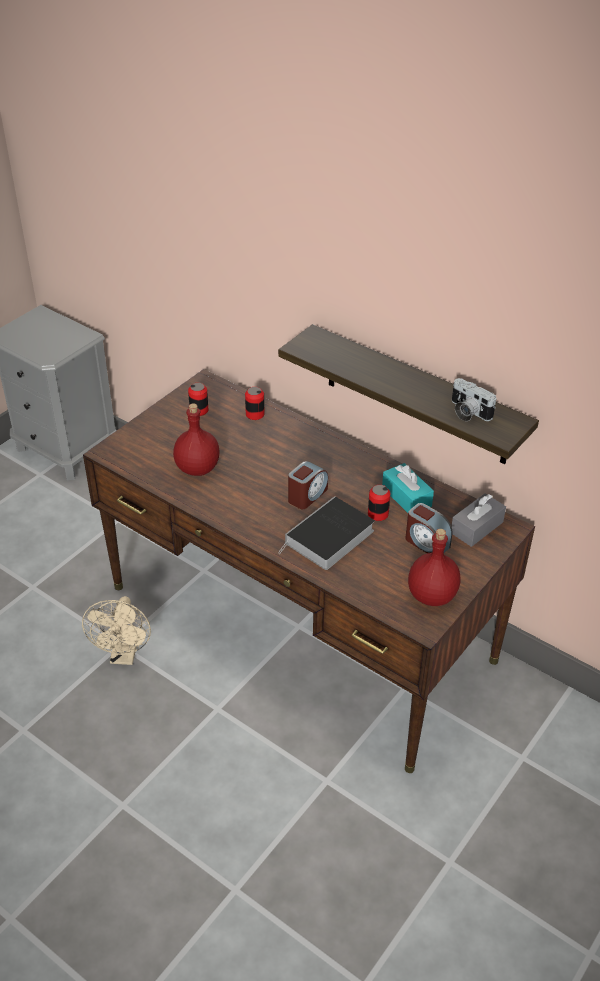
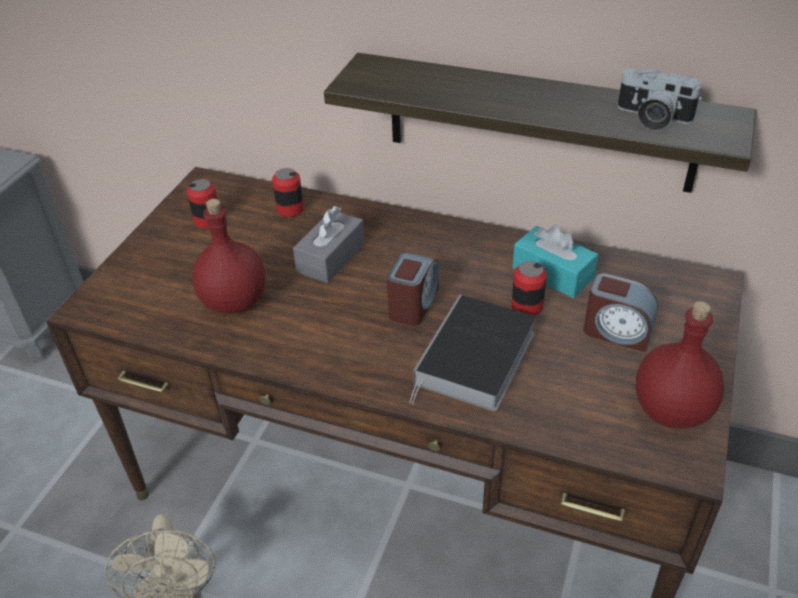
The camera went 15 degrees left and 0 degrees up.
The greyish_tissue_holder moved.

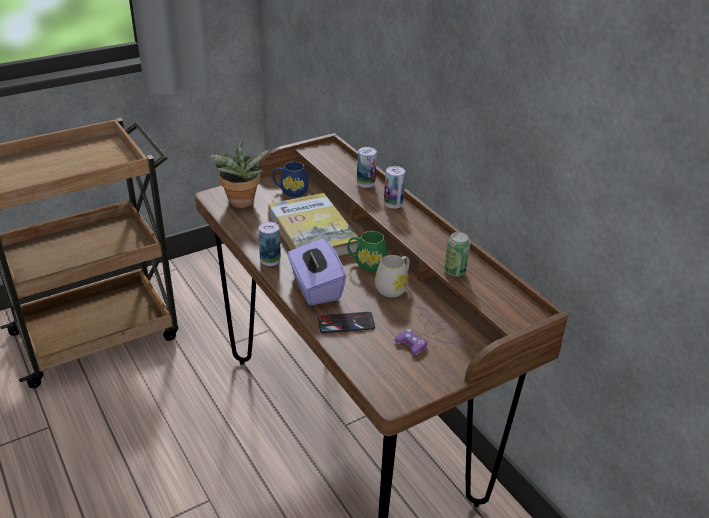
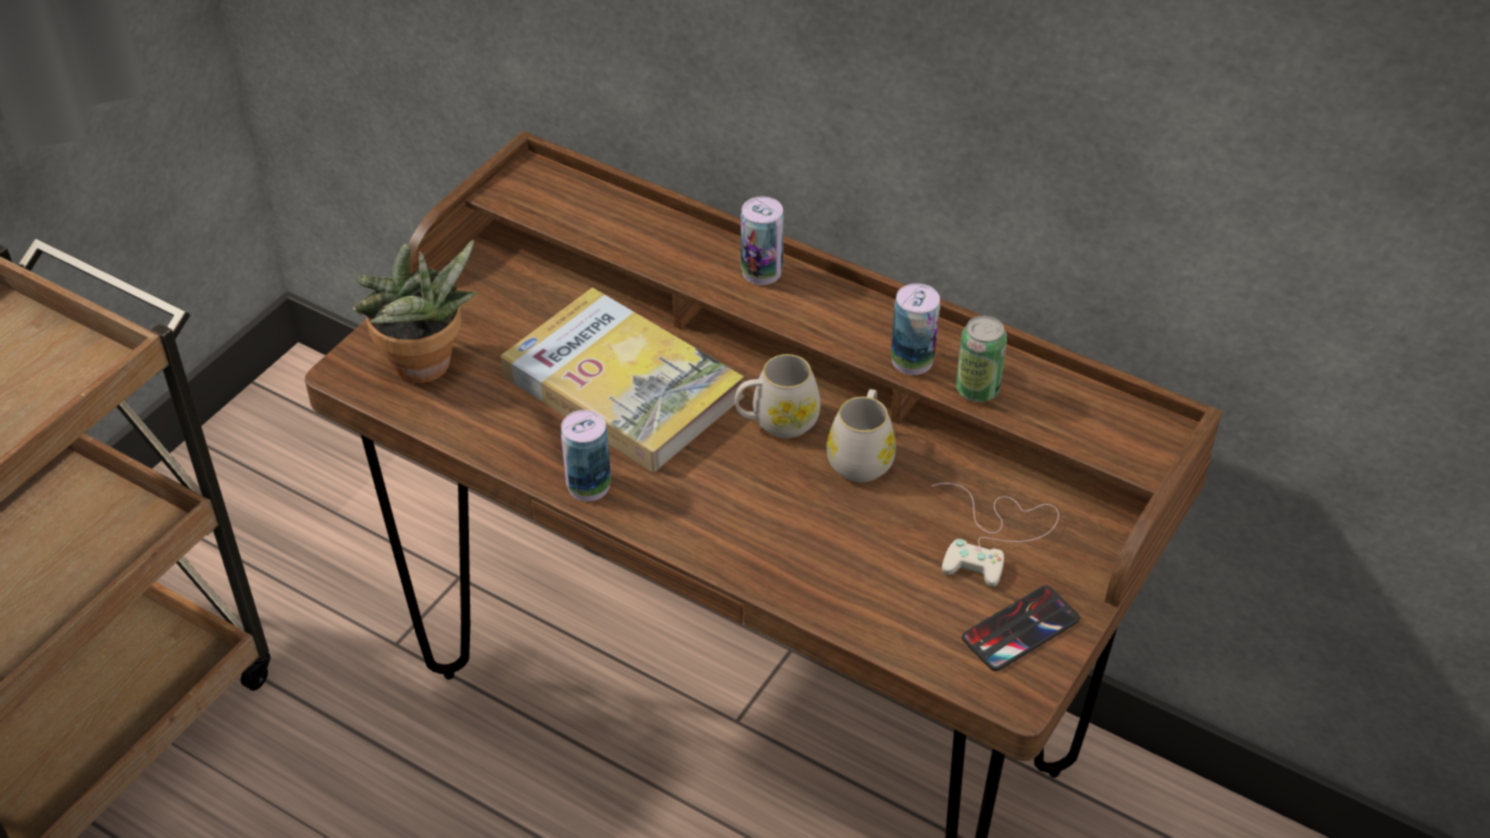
The camera went 25 degrees left and 10 degrees up.
The can (2nd from left in the first image) moved.
The blue_tea_mug disappeared.
The green_tea_mug became the white_tea_mug (1st from left).
The purple_tissue_holder disappeared.
The purple_joypad became the white_joypad.
The handset moved.

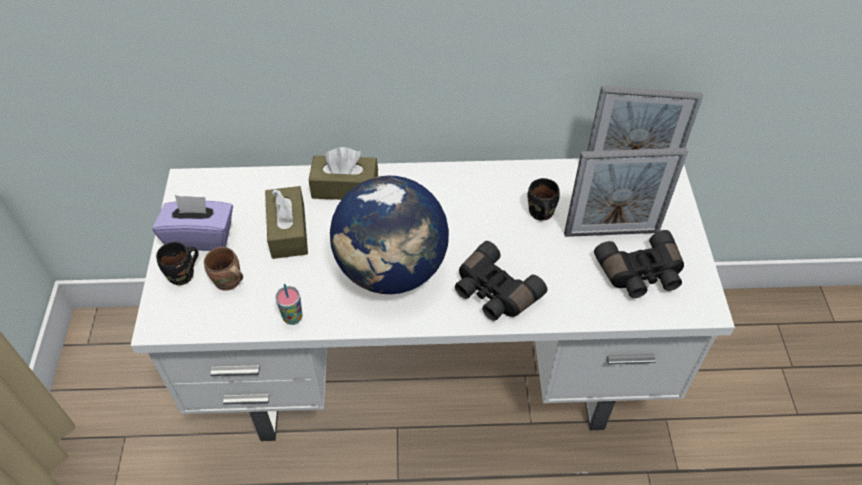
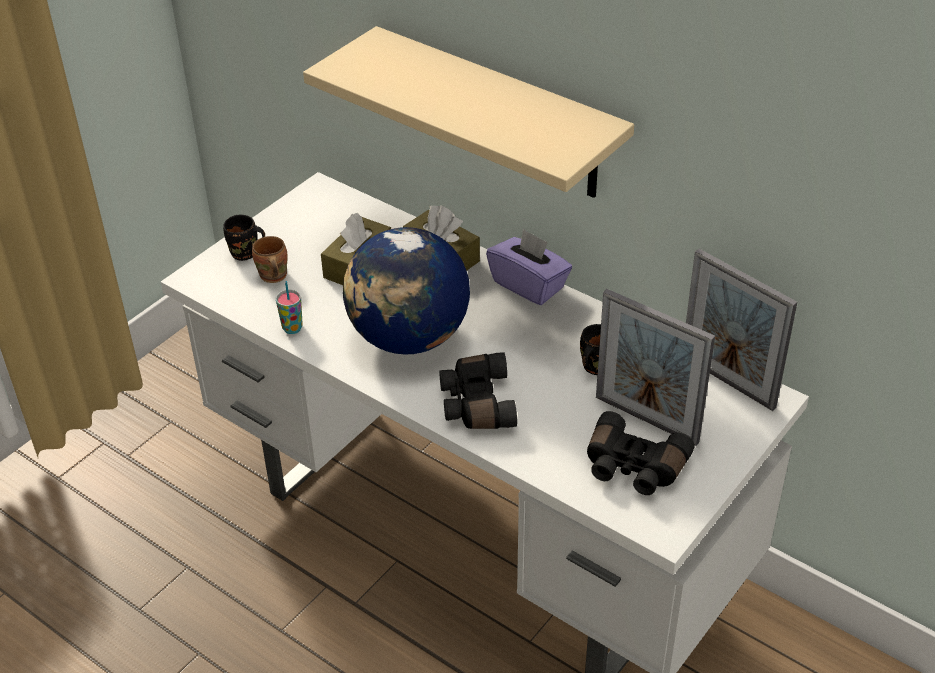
The camera went 40 degrees right and 10 degrees down.
The purple_tissue_holder moved.
The sand-coloured_shelf appeared.

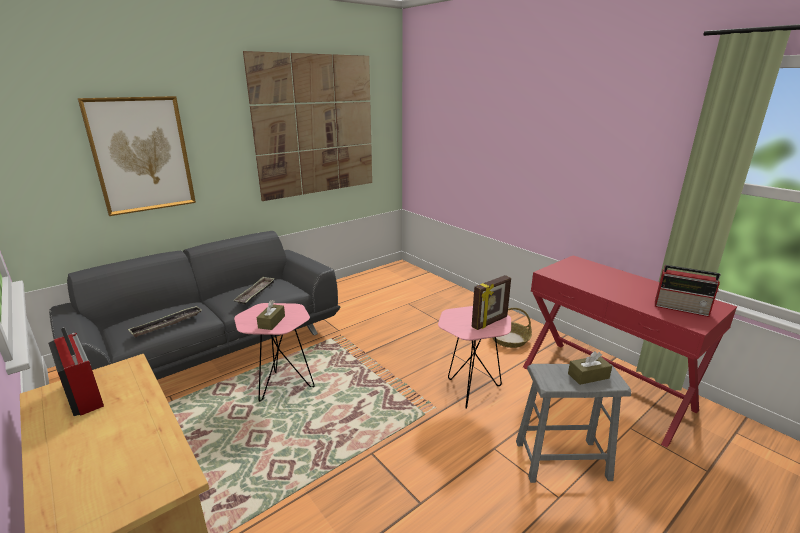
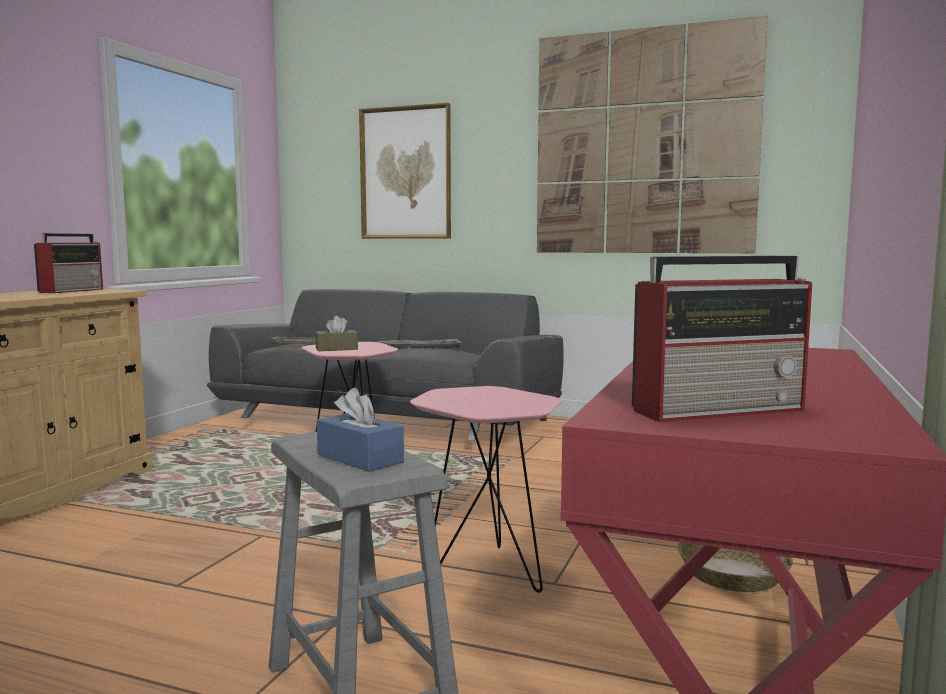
The camera went 60 degrees right and 15 degrees down.
The radio (2nd from left) turned 105 degrees counterclockwise.
The standing_frame disappeared.
The brownish_tissue_holder (2nd from left) became the blue_tissue_holder.

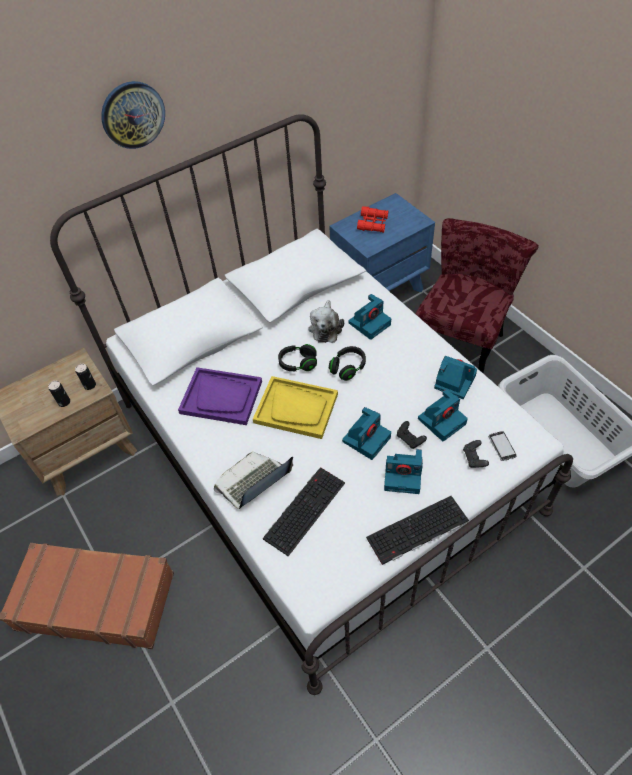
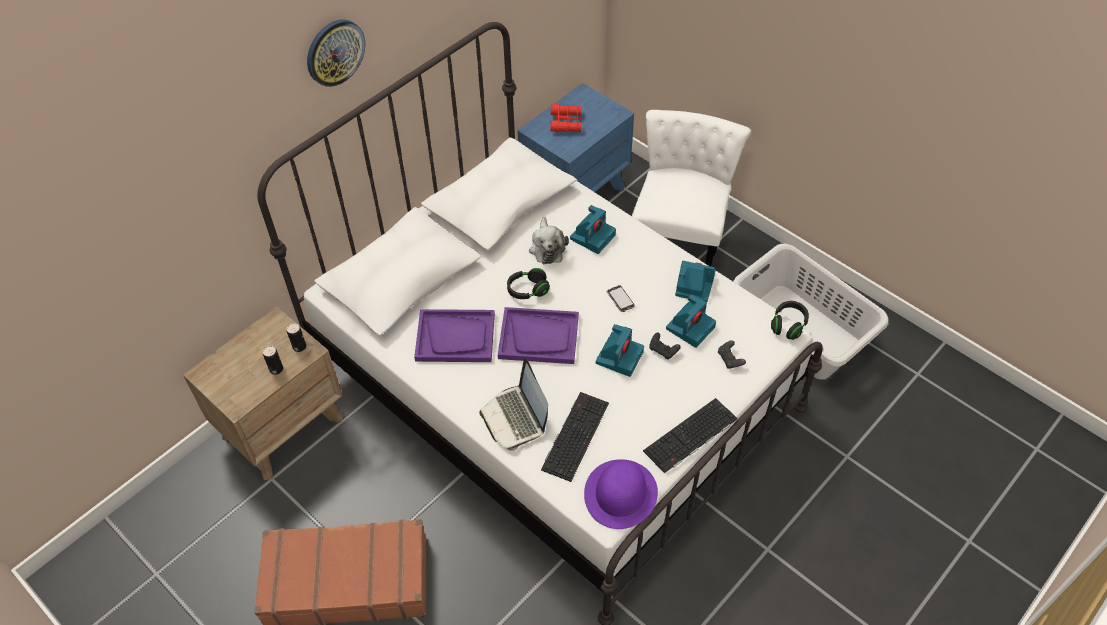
The camera went 15 degrees left and 0 degrees up.
The red_plain_chair became the white_plain_chair.
The blackish_pair_of_headphones (2nd from left) moved.
The yellowish_tray became the purple_tray (2nd from left).
The handset moved.
The still_camera (3rd from left) disappeared.
The notebook_computer turned 60 degrees counterclockwise.
The purple_clothing_hat appeared.

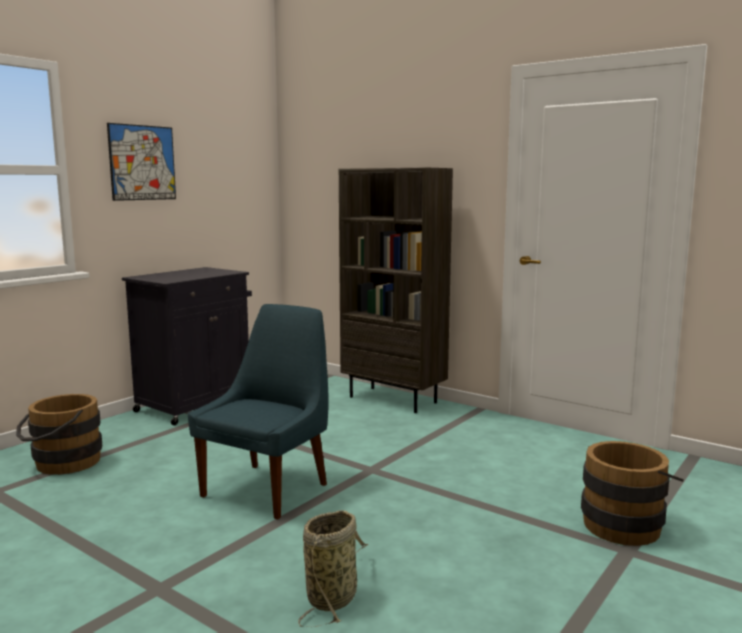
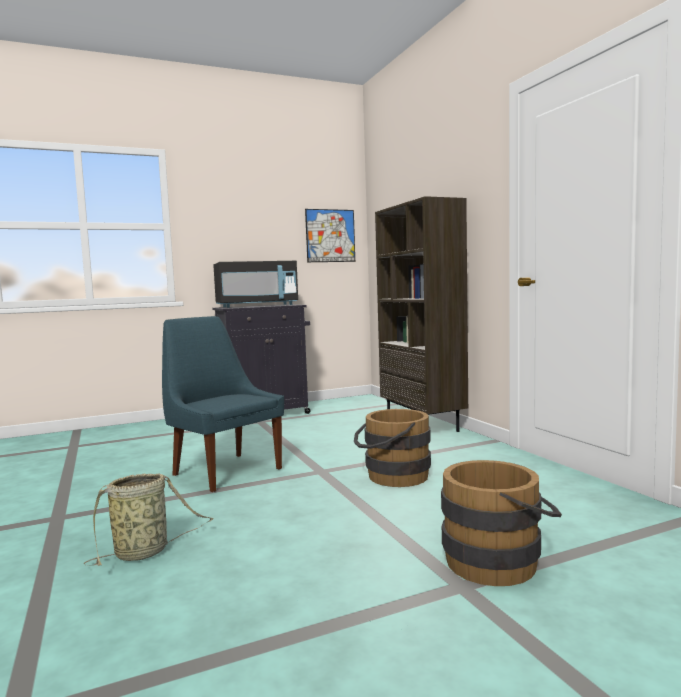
The camera went 30 degrees right and 5 degrees down.
The wall_art moved.
The blue_plain_chair turned 105 degrees counterclockwise.
The brownish_pail (1st from left) moved.
The blackish_microwave_oven appeared.

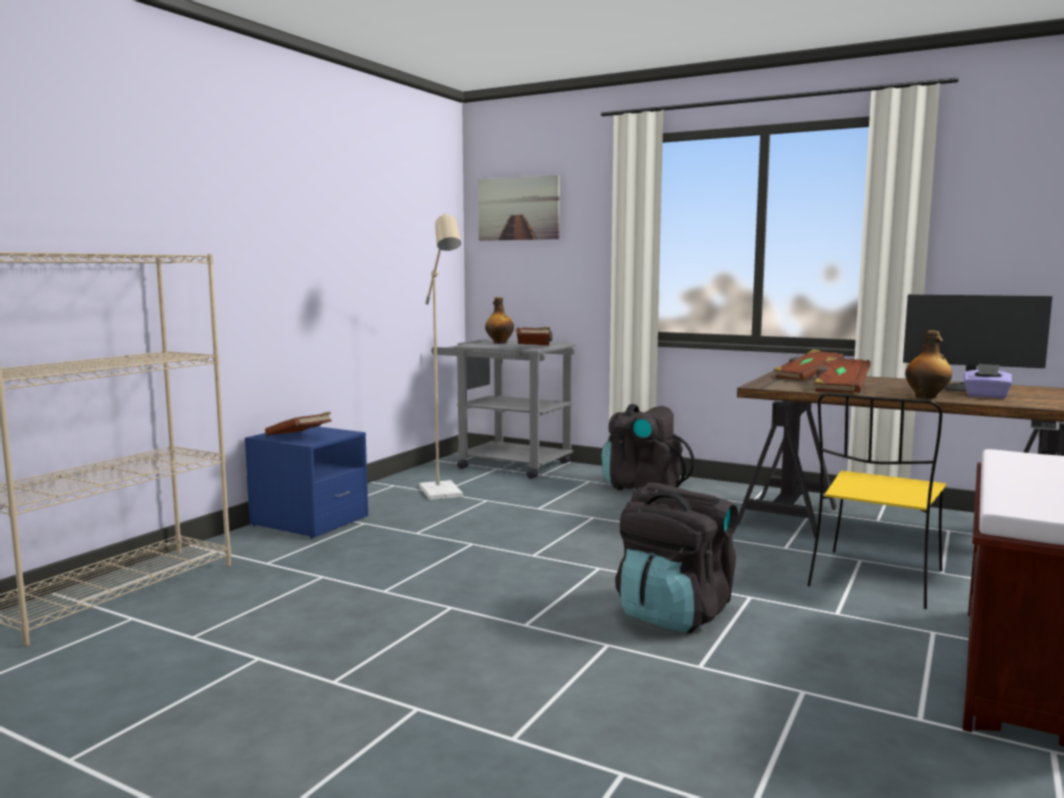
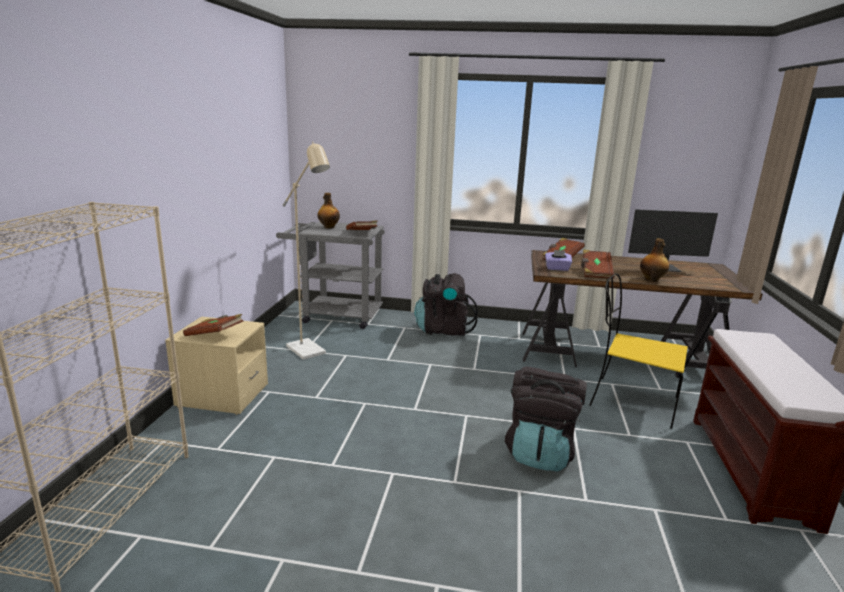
The camera went 20 degrees left and 10 degrees up.
The wall_art disappeared.
The purple_tissue_holder moved.
The yellowish_plain_chair turned 105 degrees clockwise.
The blue_night_table became the sand-coloured_night_table.

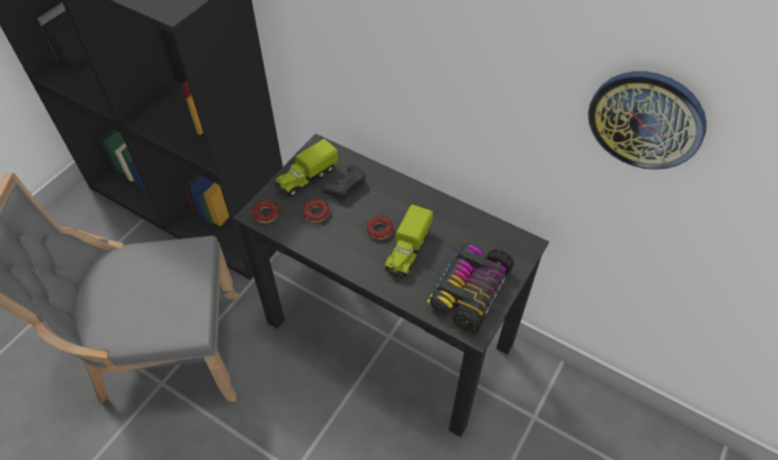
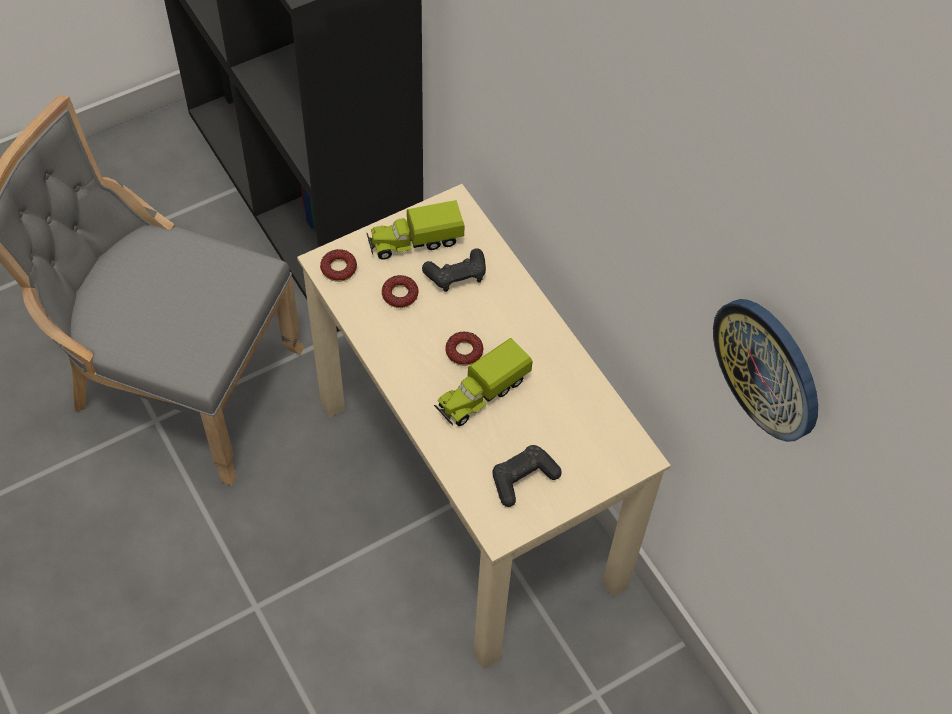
The camera went 25 degrees right and 5 degrees up.
The blackish_desk_table became the sand-coloured_desk_table.
The model_car was replaced by the blackish_joypad (2nd from left).

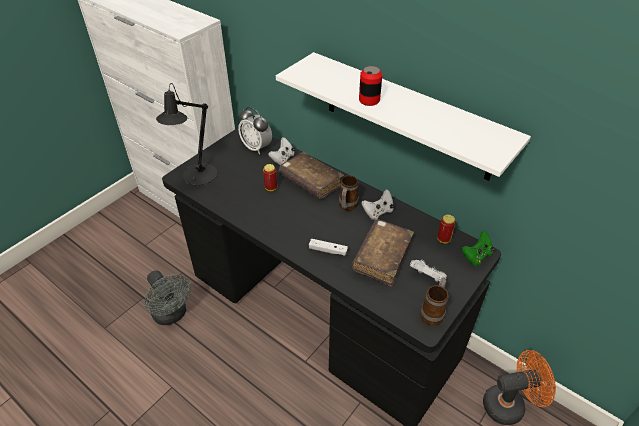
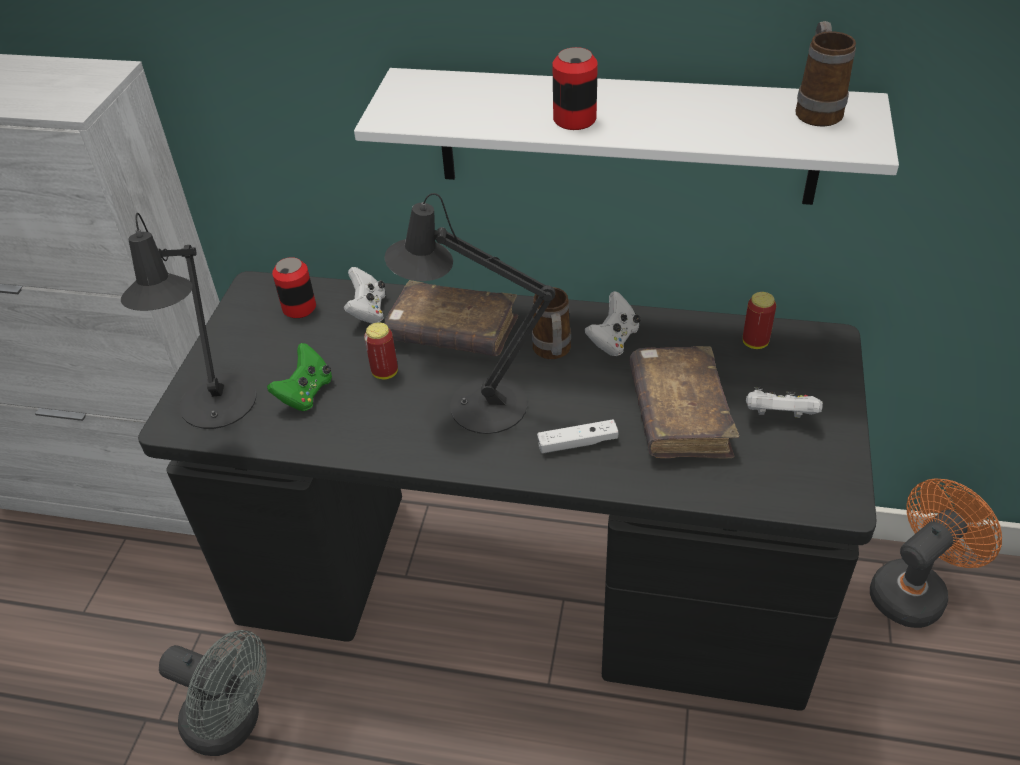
The camera went 25 degrees left and 0 degrees up.
The table_clock was replaced by the can (1st from left).
The green_joypad moved.
The tea_mug (2nd from left) moved.
The blackish_table_lamp (2nd from left) appeared.

